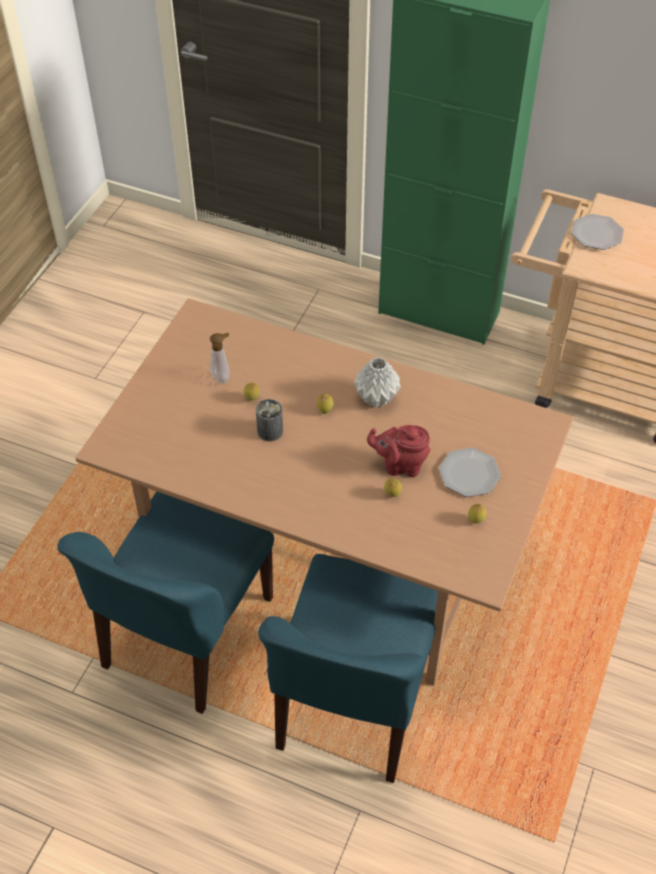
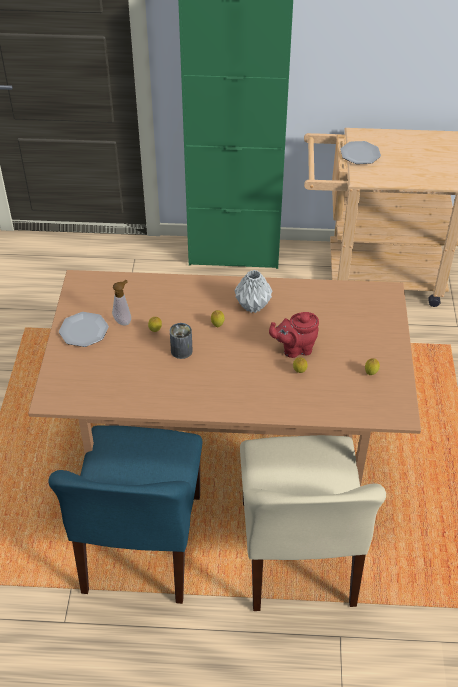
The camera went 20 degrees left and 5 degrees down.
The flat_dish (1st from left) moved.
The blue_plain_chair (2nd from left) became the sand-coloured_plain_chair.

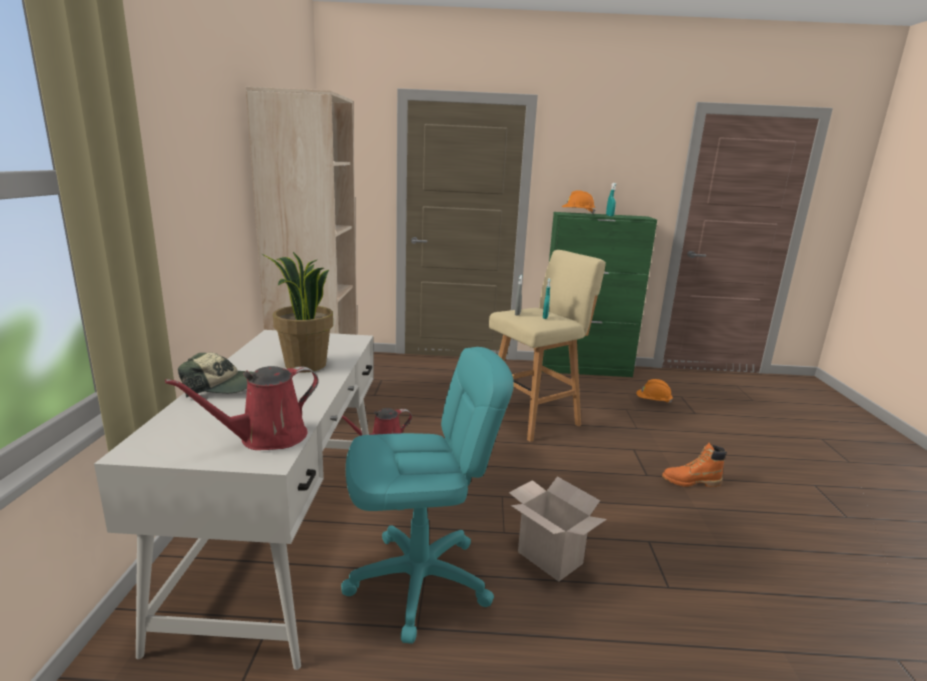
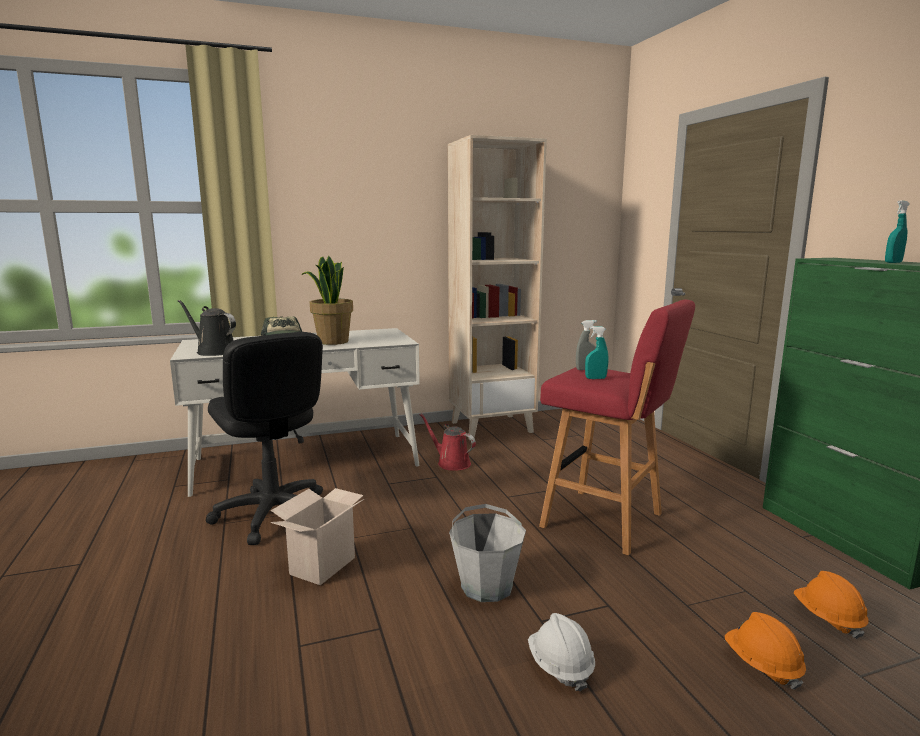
The camera went 70 degrees right and 5 degrees down.
The orange-coloured_work_helmet (1st from left) moved.
The sand-coloured_sitting_stool became the red_sitting_stool.
The blue-green_computer_chair became the blackish_computer_chair.
The red_watering_pot (1st from left) became the blackish_watering_pot.
The orange-coloured_boot was replaced by the white_work_helmet.
The greyish_pail appeared.

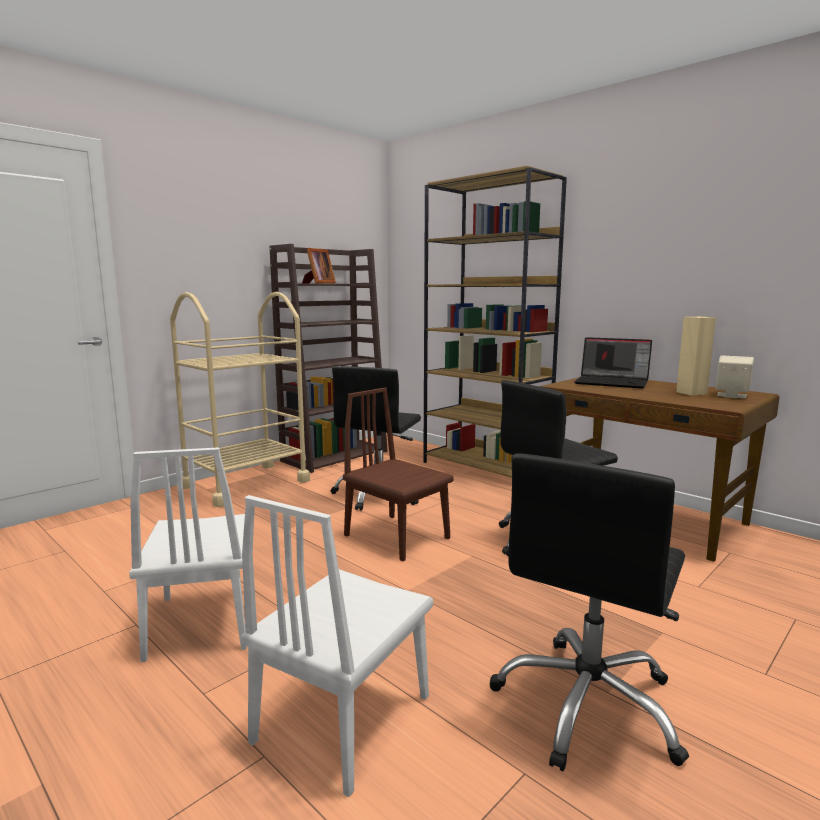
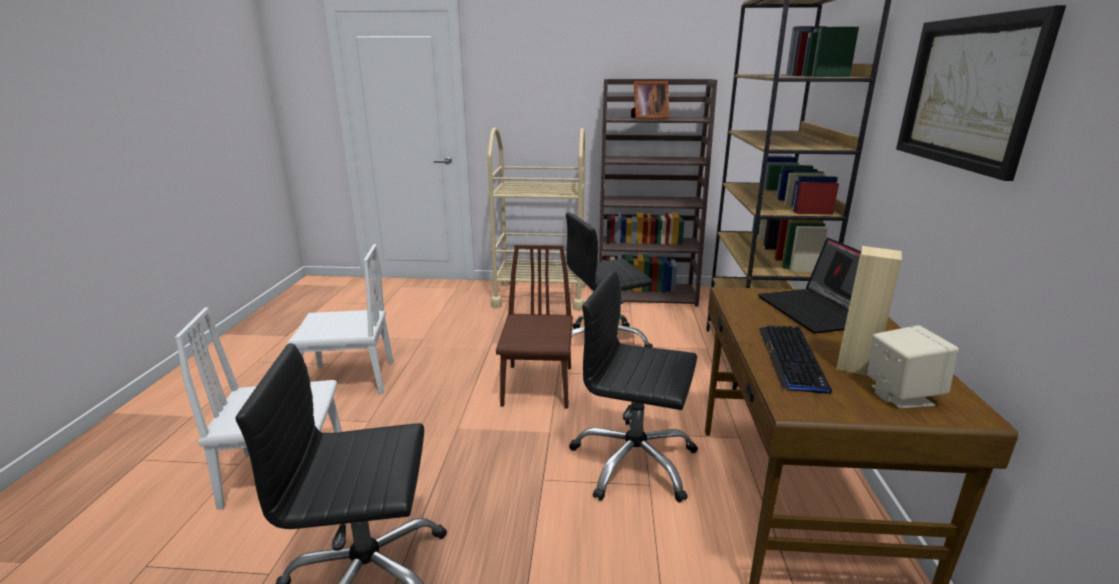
The camera went 50 degrees right and 10 degrees up.
The white_plain_chair (1st from left in the first image) turned 135 degrees counterclockwise.
The wall_art appeared.
The keyboard appeared.

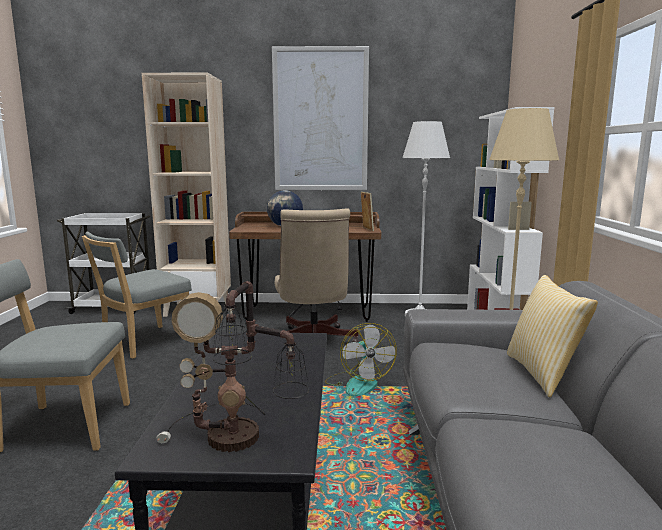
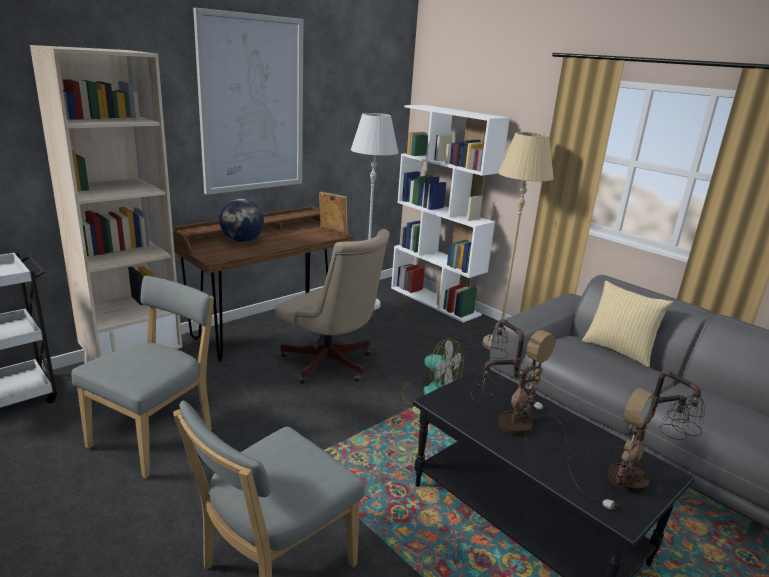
The camera went 45 degrees left and 10 degrees up.
The greyish_plain_chair (2nd from left in the first image) turned 150 degrees counterclockwise.
The table_lamp (1st from left) appeared.

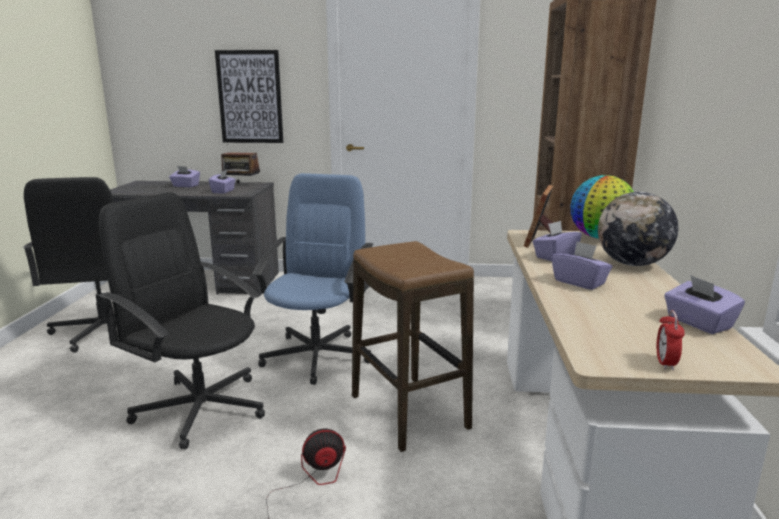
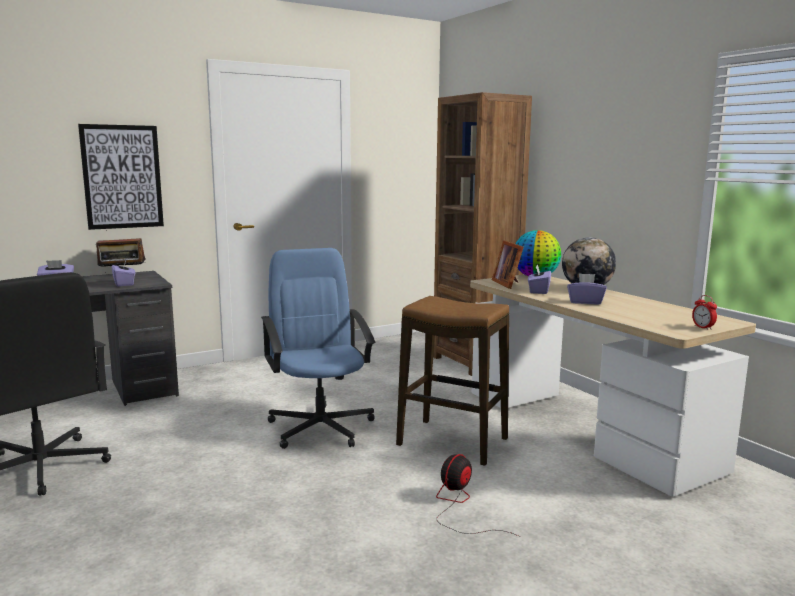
The camera went 35 degrees left and 5 degrees down.
The blackish_computer_chair (2nd from left) disappeared.
The purple_tissue_holder (5th from left) disappeared.

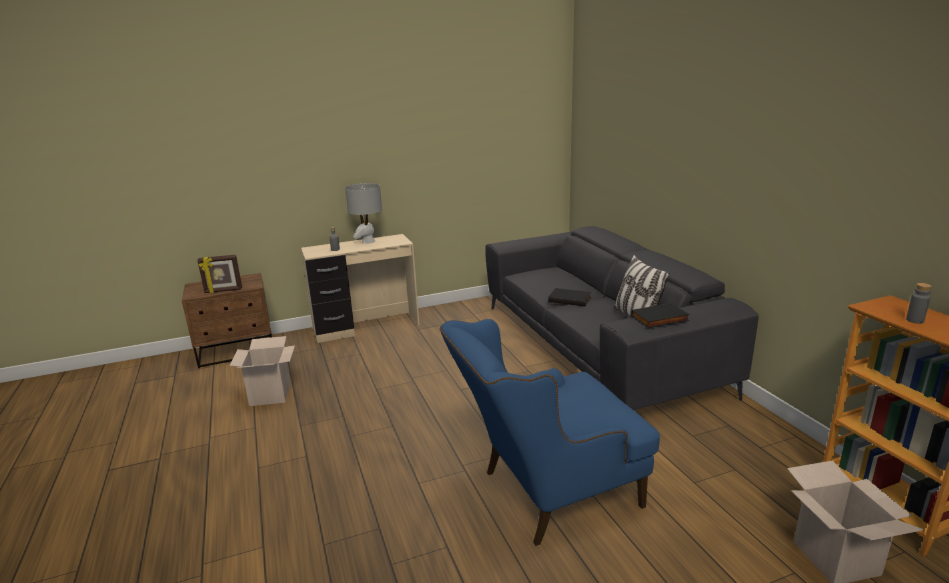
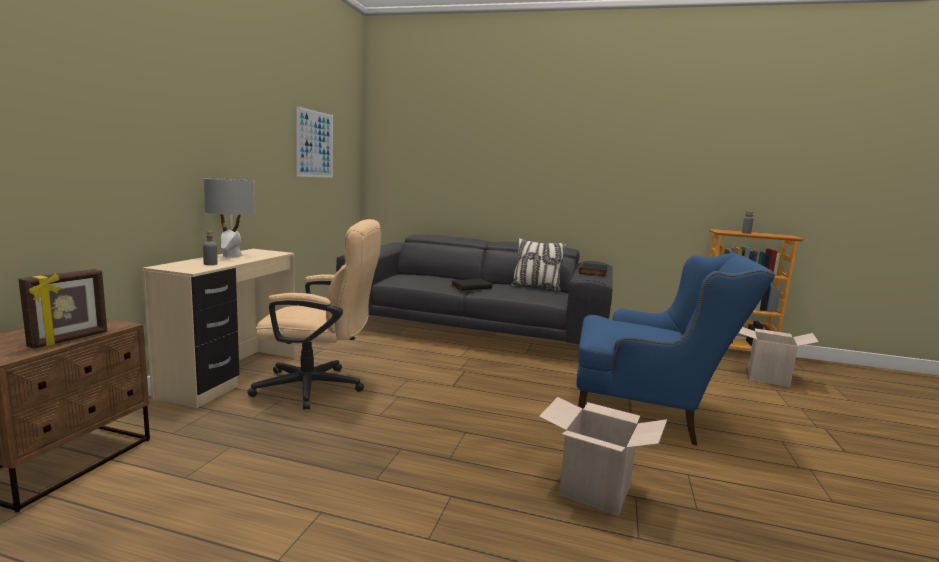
The camera went 55 degrees left and 10 degrees down.
The blue_lounge_chair turned 90 degrees counterclockwise.
The cardboard_box (1st from left) moved.
The wall_art appeared.
The sand-coloured_computer_chair appeared.

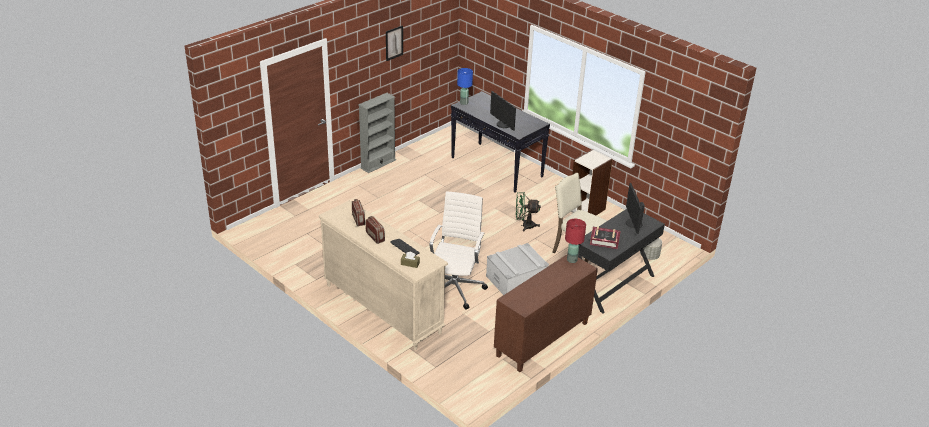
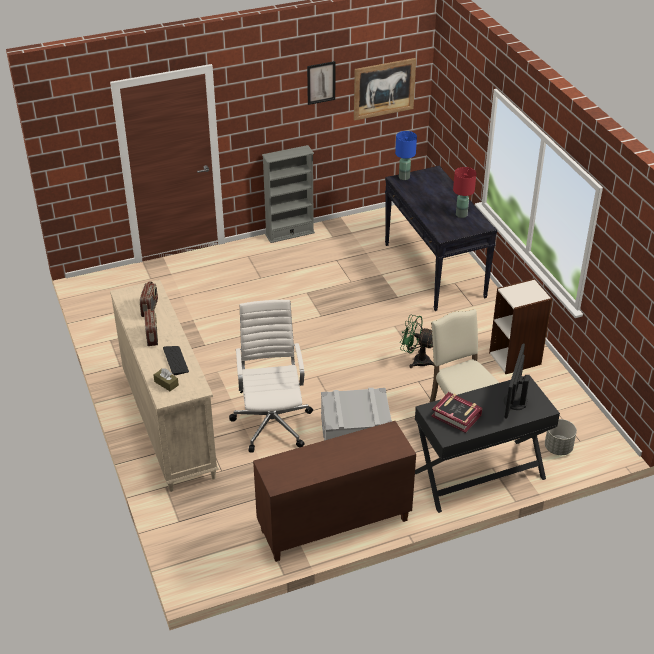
The camera went 25 degrees right and 5 degrees up.
The monitor (1st from left) disappeared.
The white_computer_chair turned 45 degrees counterclockwise.
The red_table_lamp moved.
The wall_art (2nd from left) appeared.

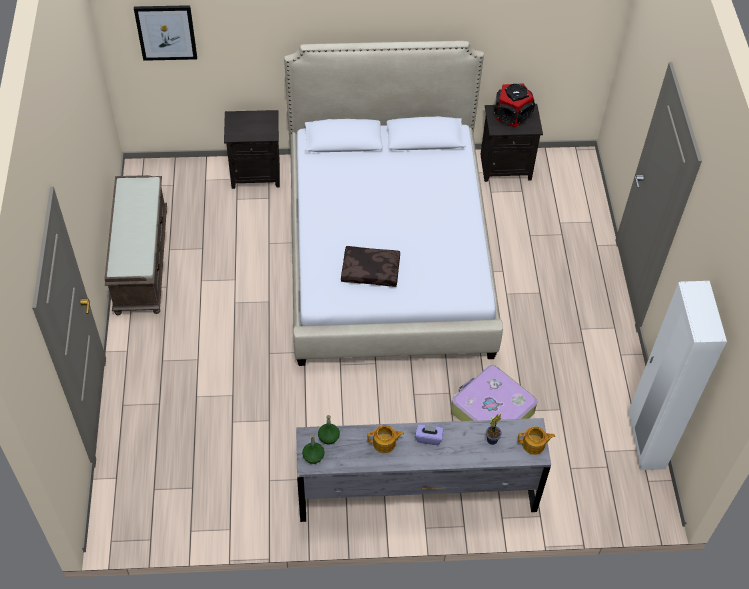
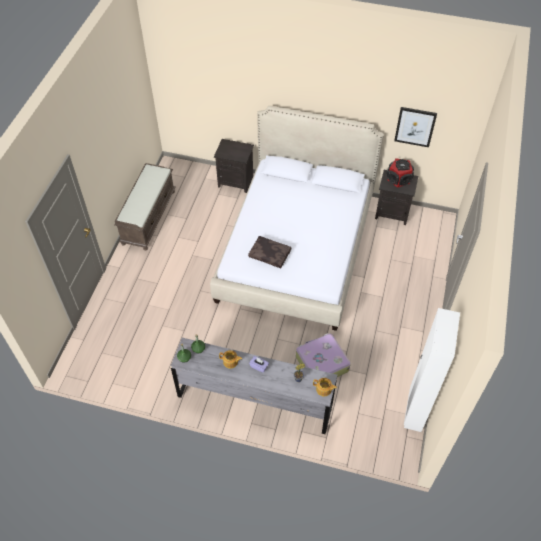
The camera went 20 degrees right and 0 degrees up.
The wall_art moved.

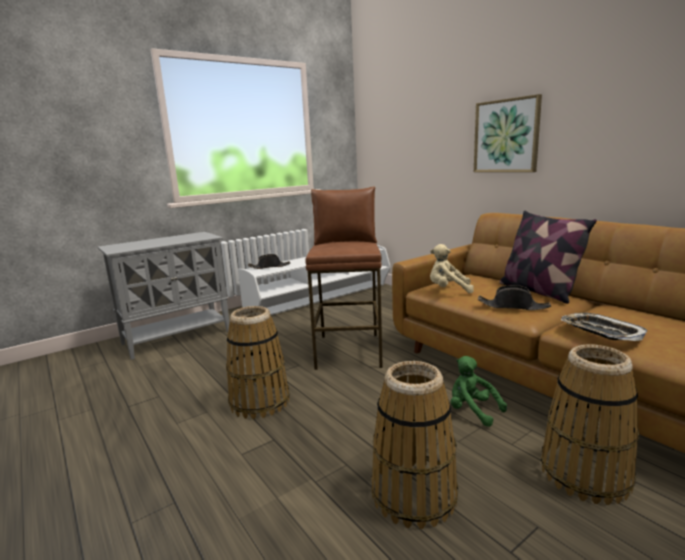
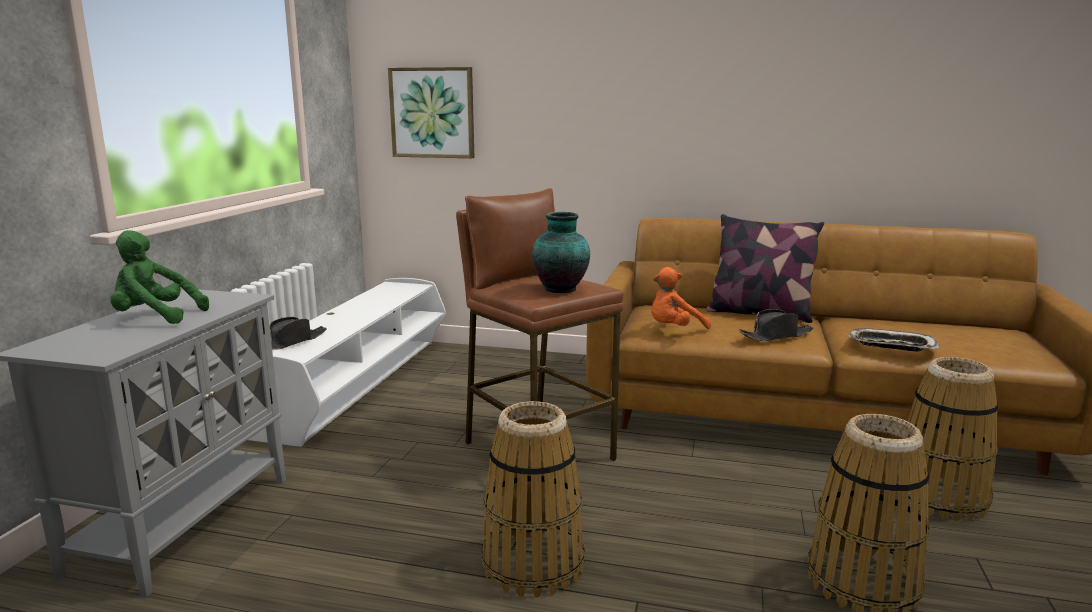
The camera went 40 degrees left and 0 degrees up.
The wall_art moved.
The sand-coloured_plush_toy became the orange-coloured_plush_toy.
The green_plush_toy moved.
The vase appeared.

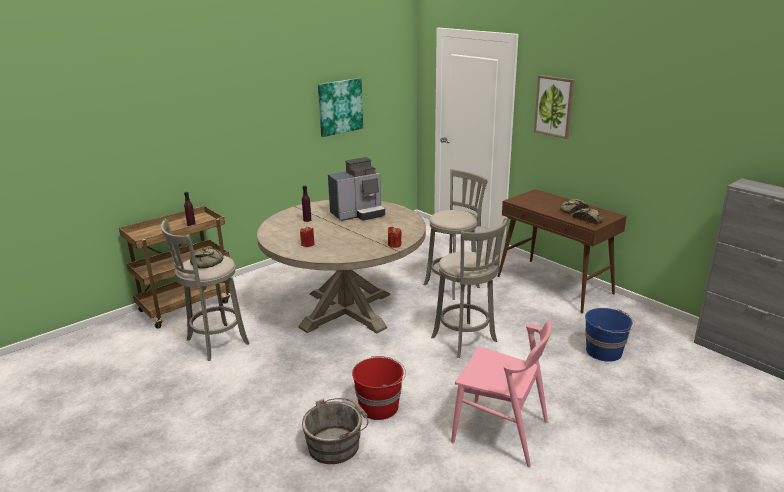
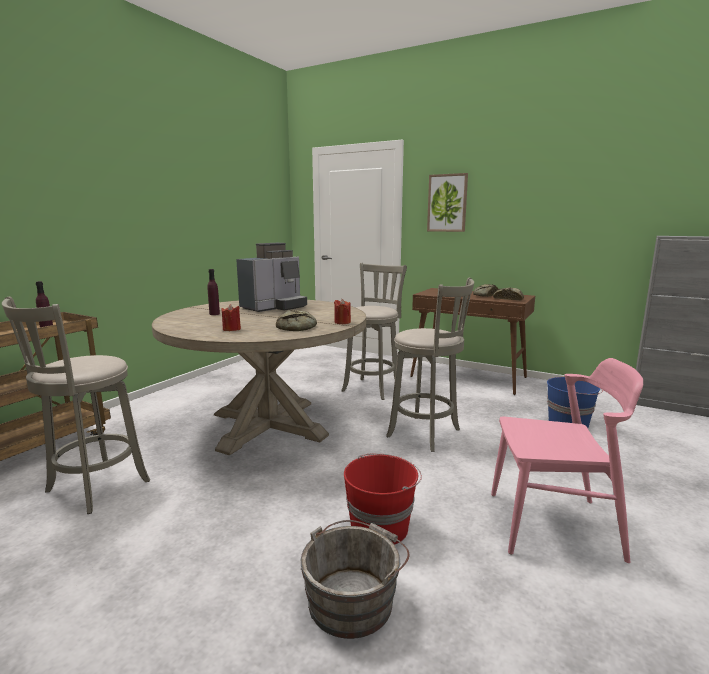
The camera went 20 degrees left and 10 degrees down.
The wall_art (1st from left) disappeared.
The bakery_bread (1st from left) moved.

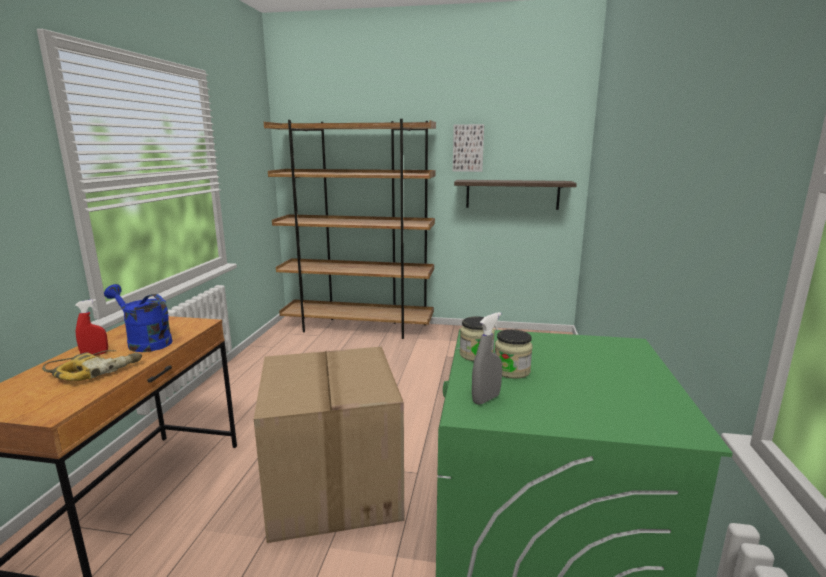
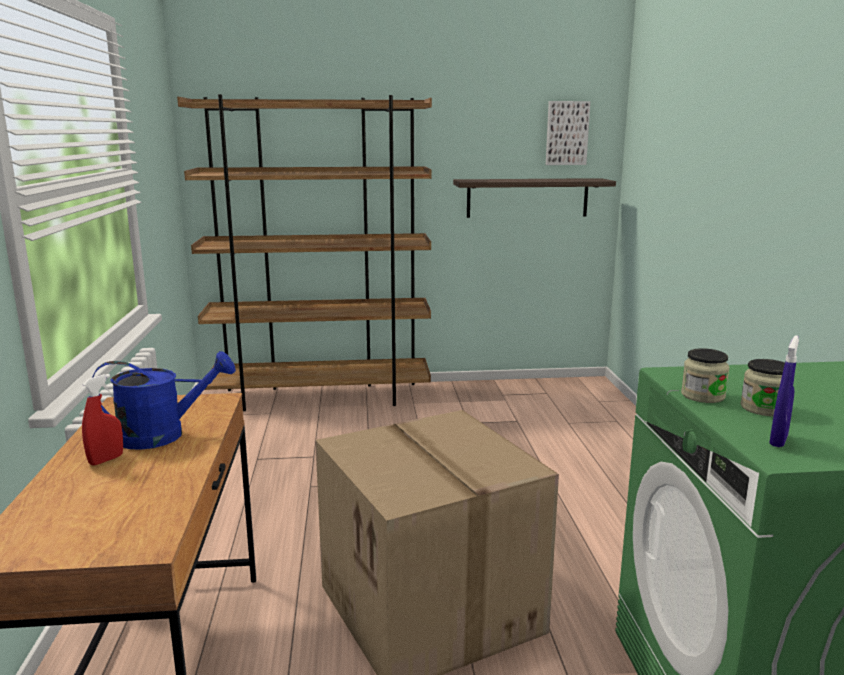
The camera went 15 degrees left and 0 degrees up.
The wall_art moved.
The blue_watering_pot turned 150 degrees clockwise.
The greyish_hand_sprayer became the blue_hand_sprayer.
The electric_drill disappeared.

